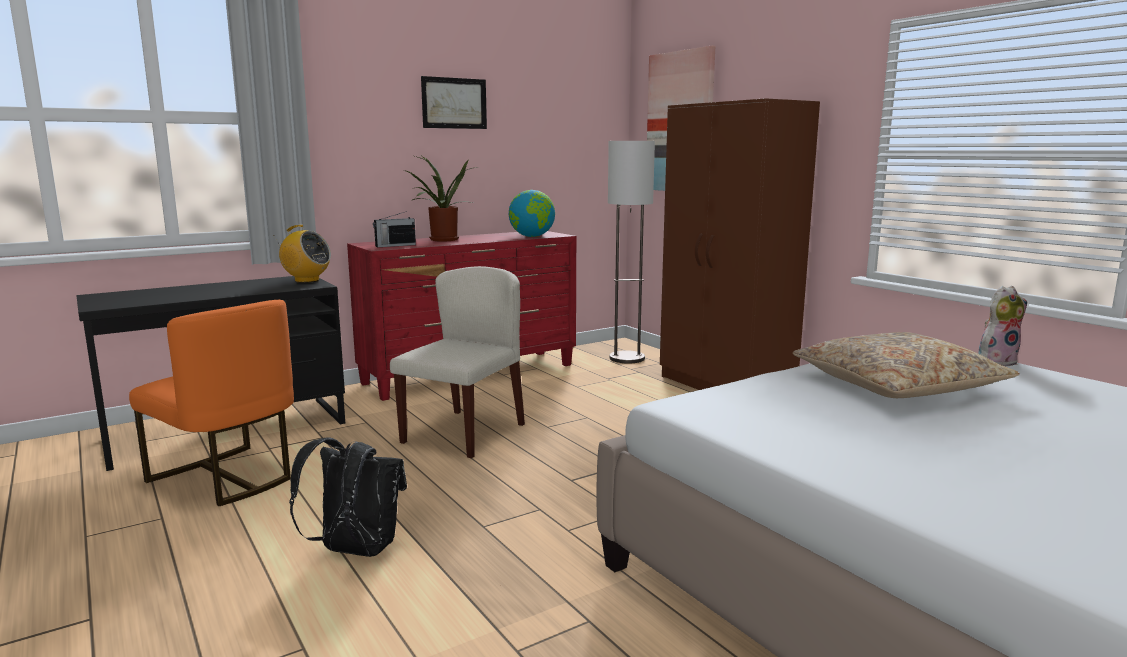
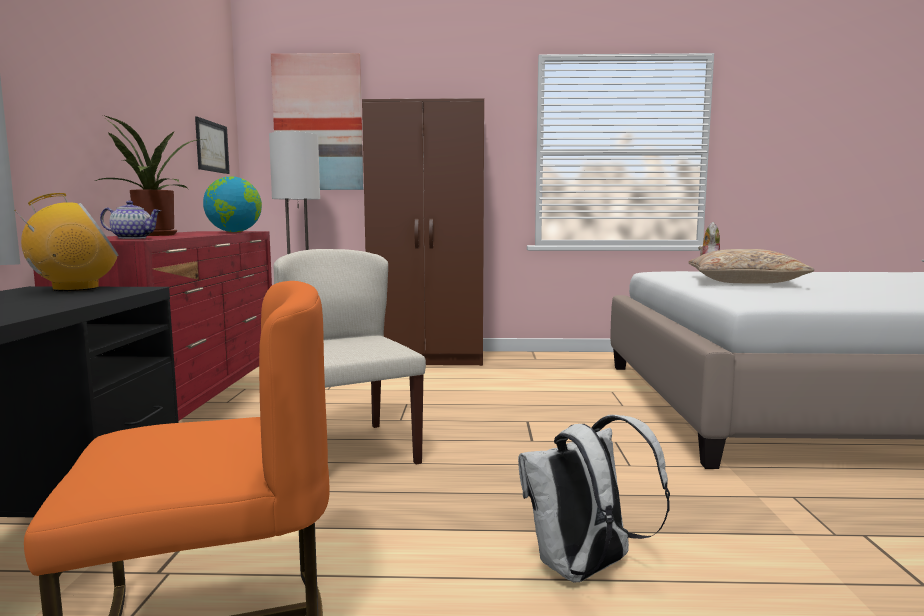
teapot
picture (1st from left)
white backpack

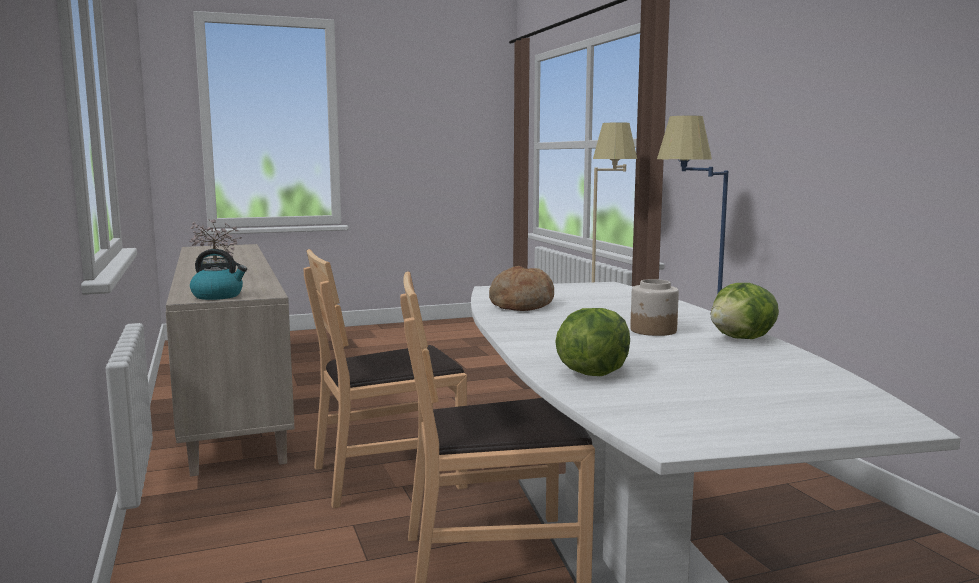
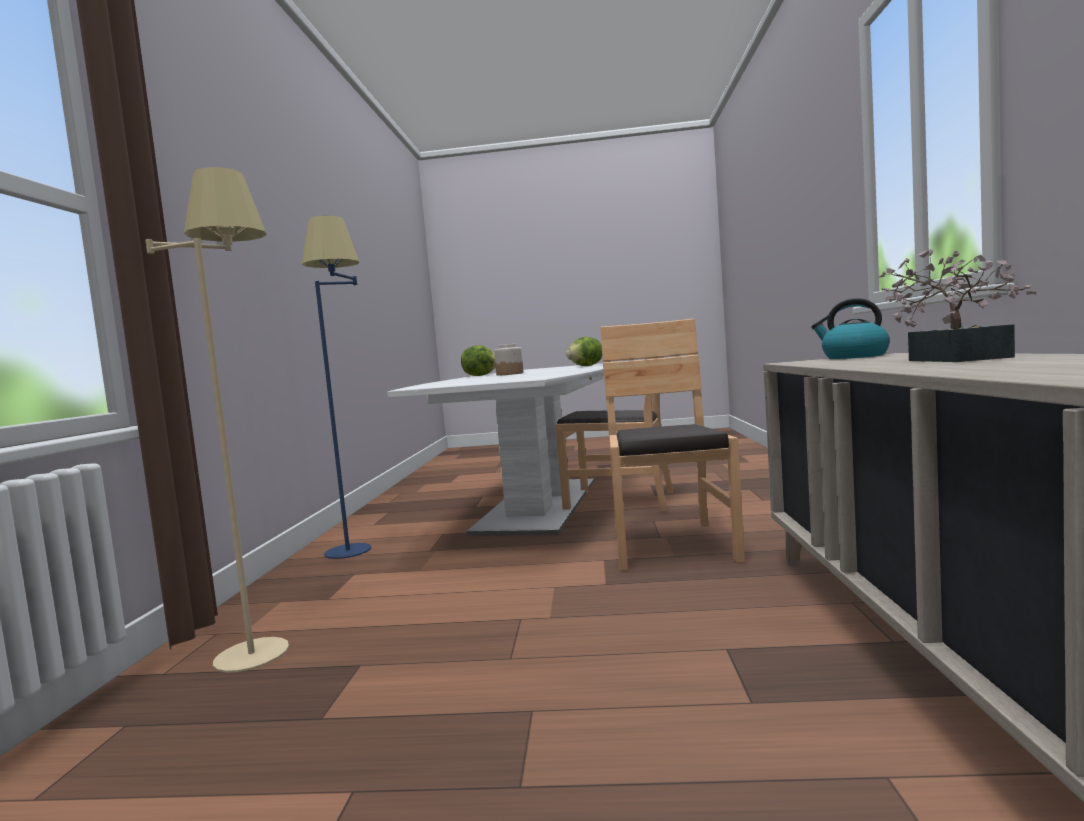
brown chair (2nd from left)
bread

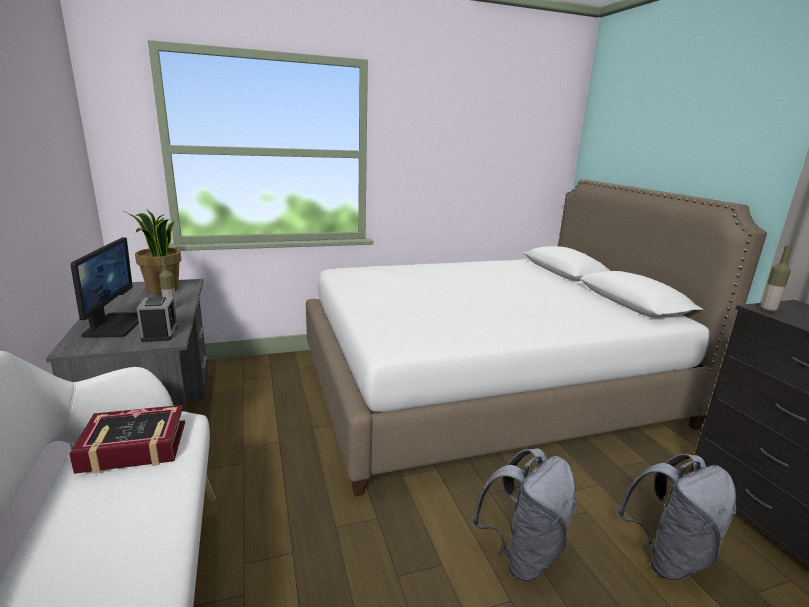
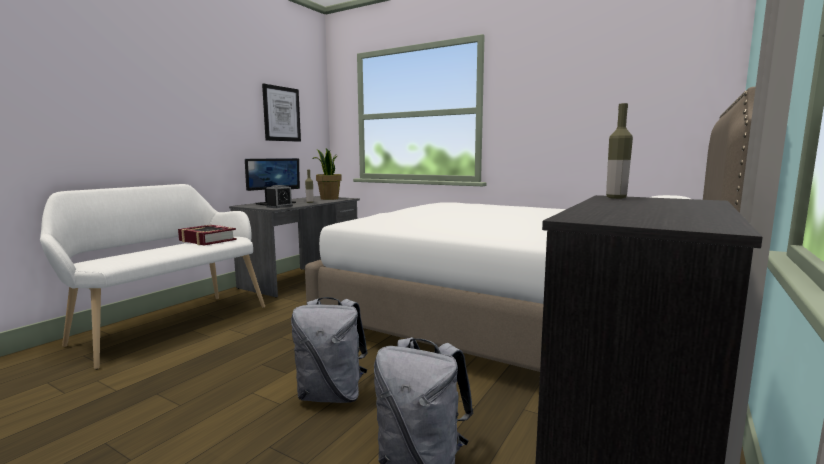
picture

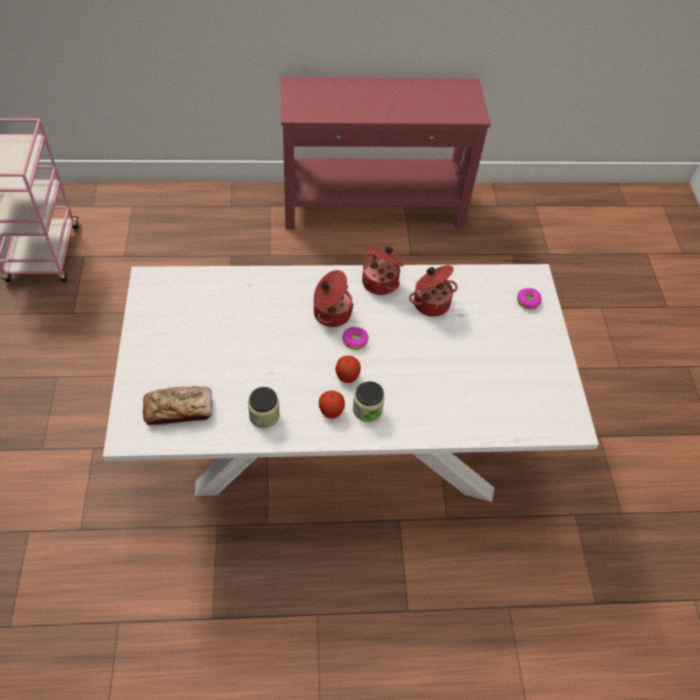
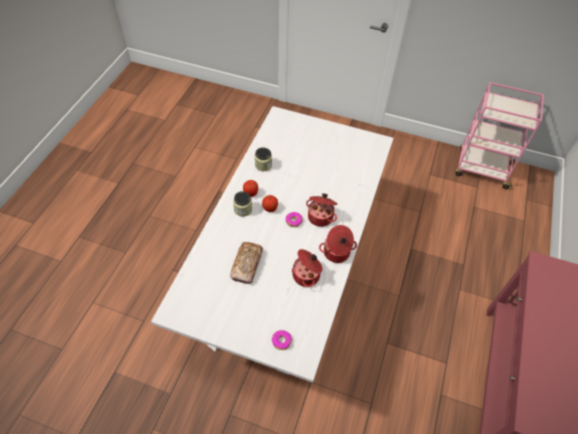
bread

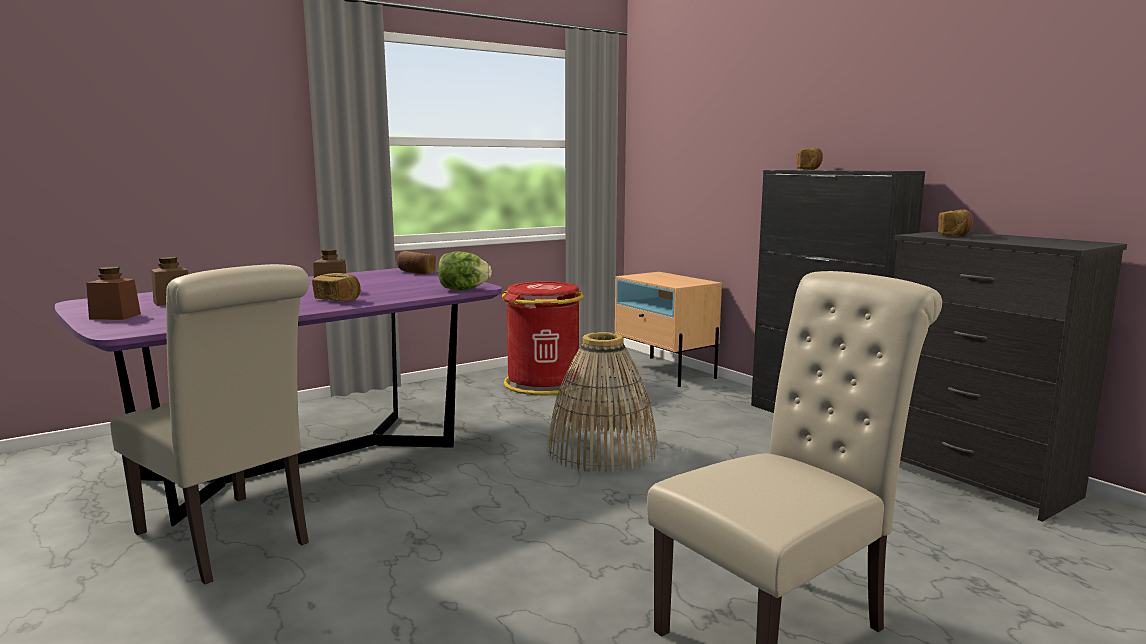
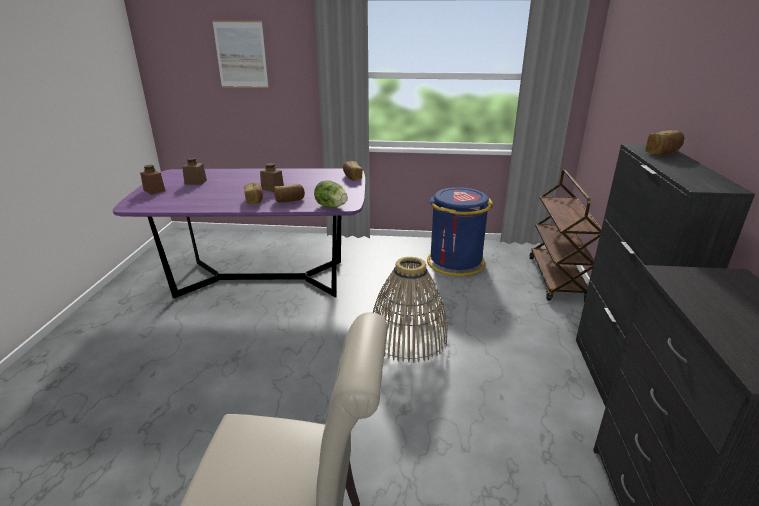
picture
bread (2nd from left)
blue trash can
brown cart
beige chair (1st from left in the first image)

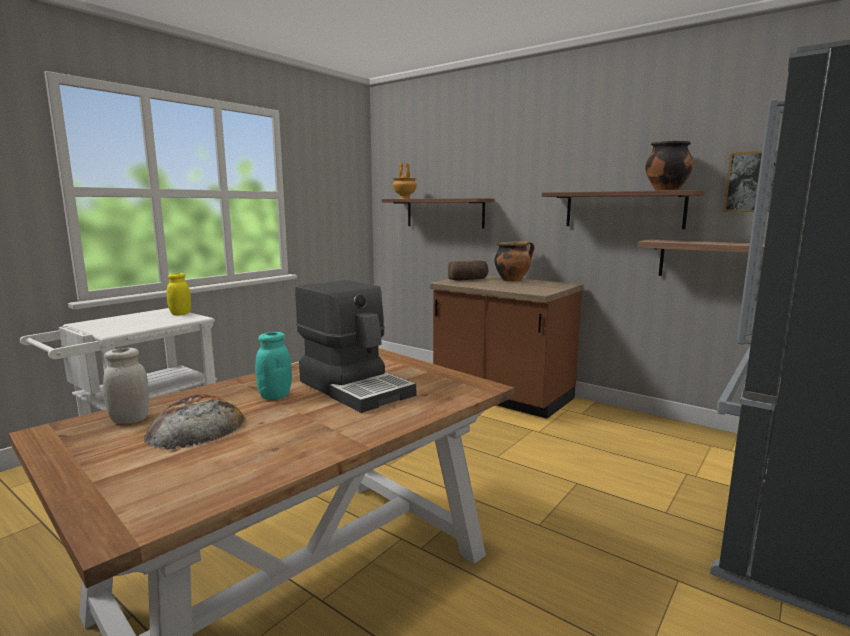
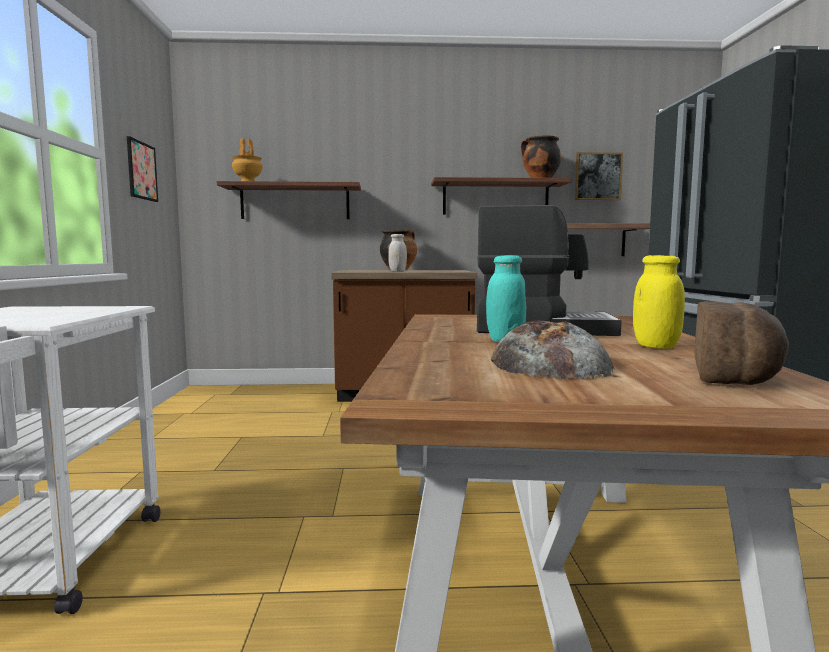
picture (1st from left)
white jar
yellow jar
bread (2nd from left)

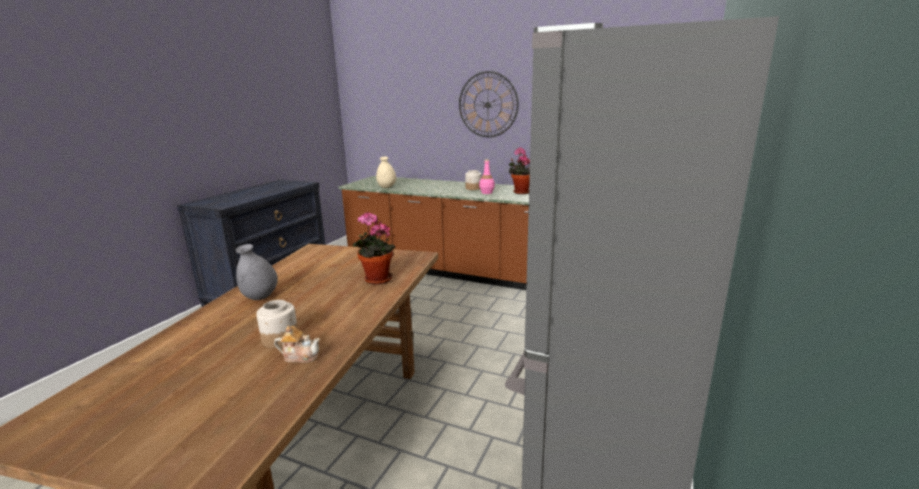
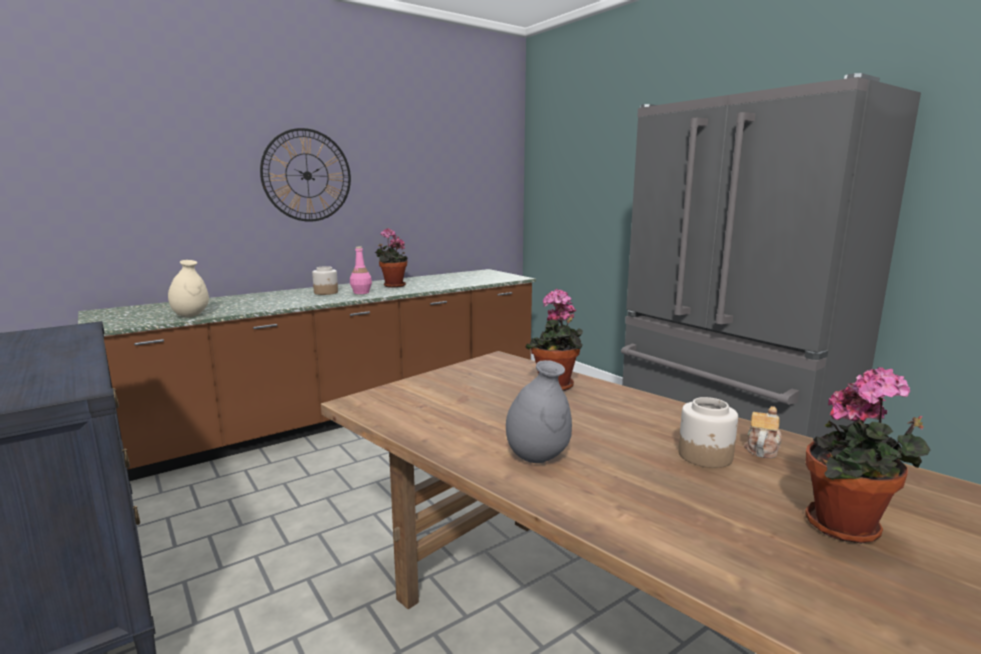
potted plant (3rd from left)

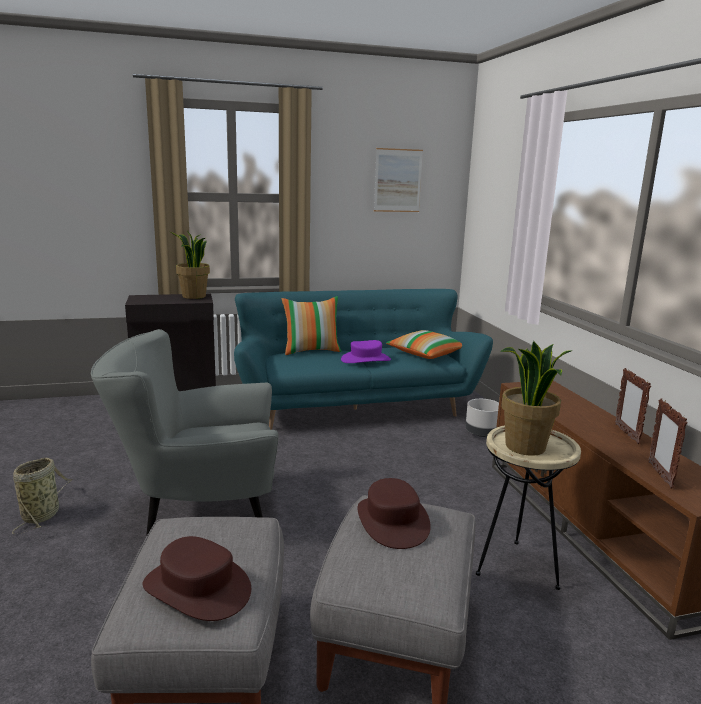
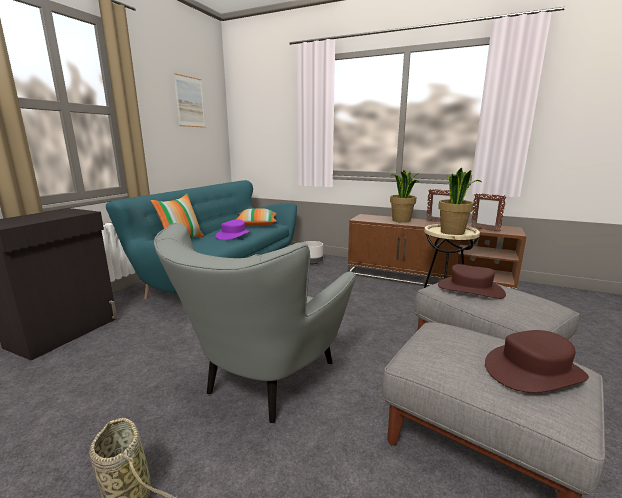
potted plant (1st from left)

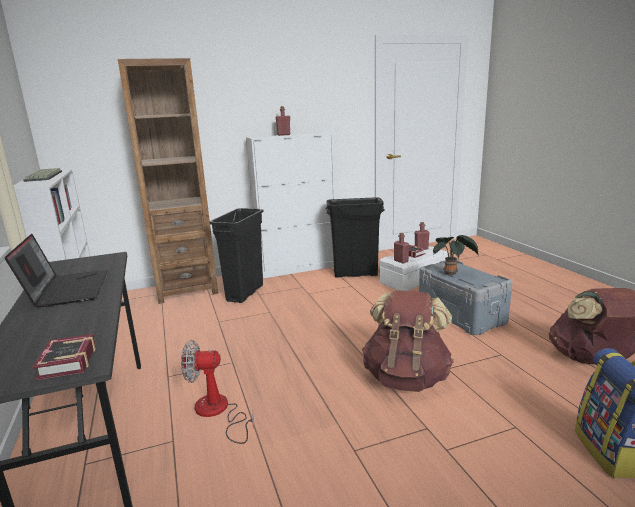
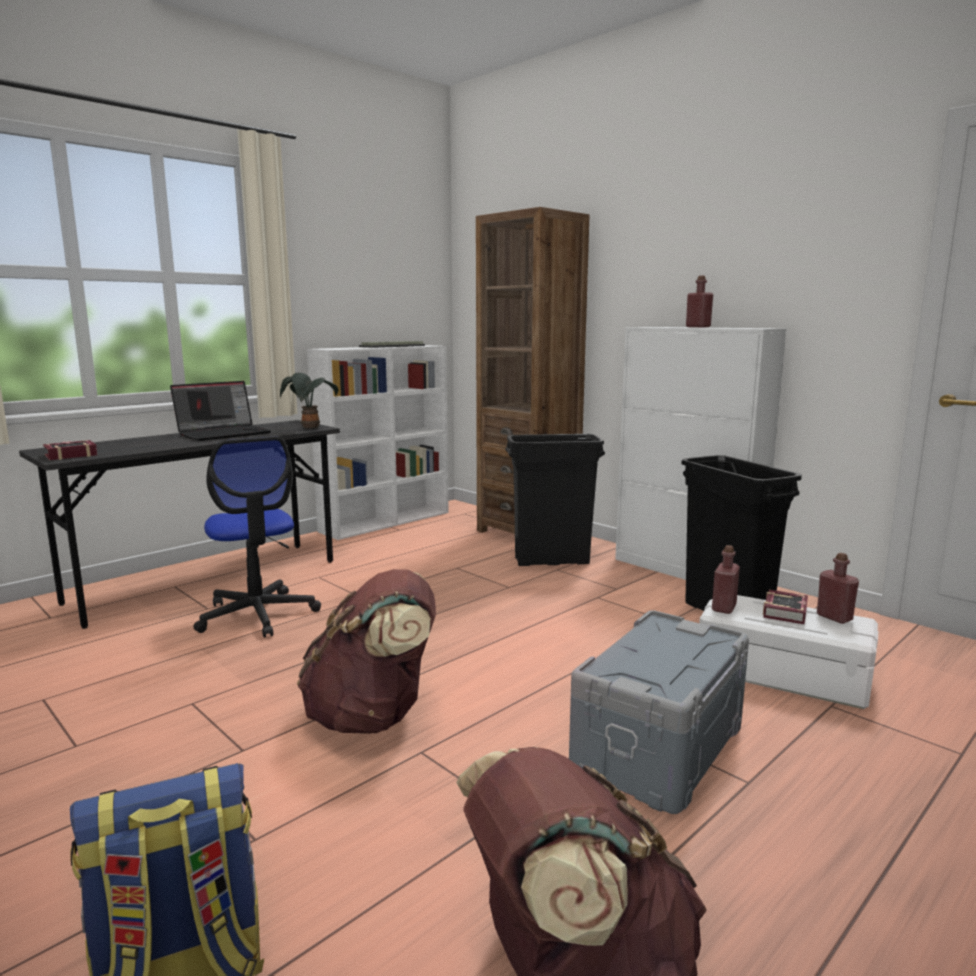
office chair
potted plant

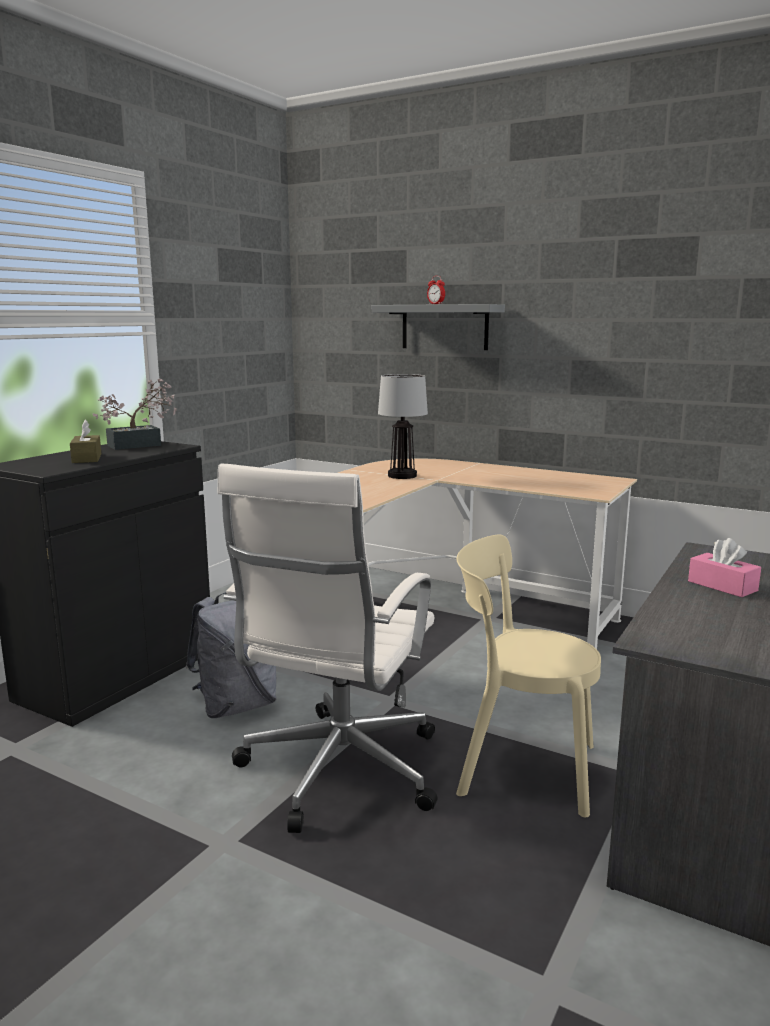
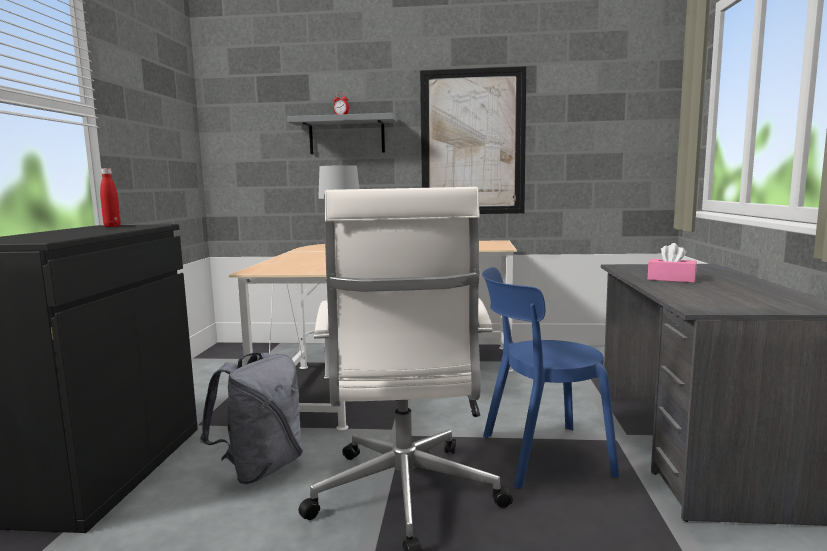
red bottle
picture
blue chair
brown tissue box

